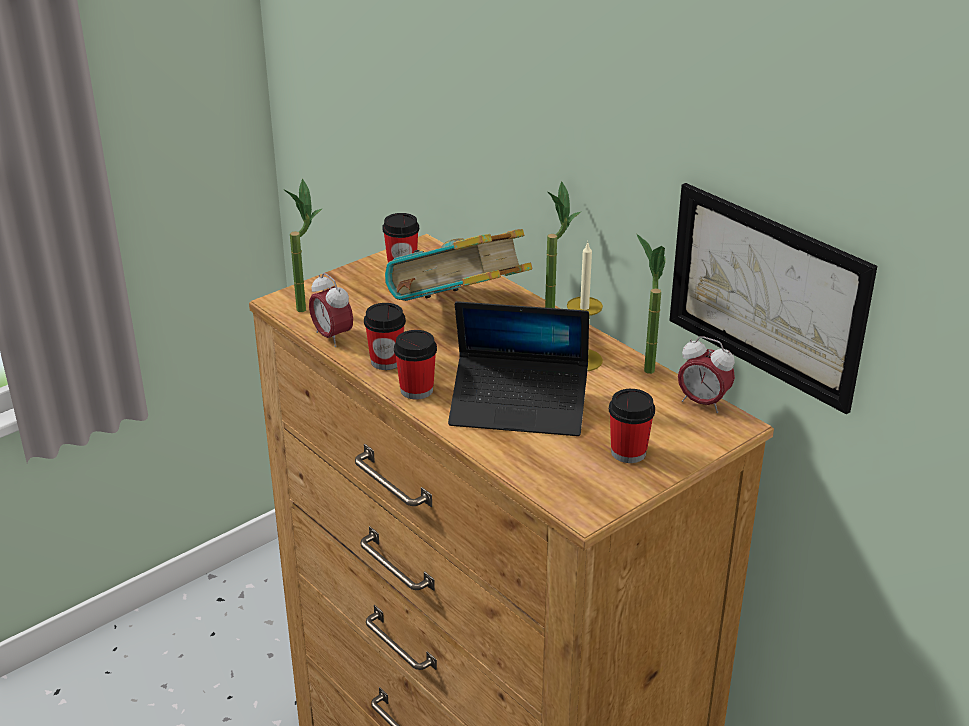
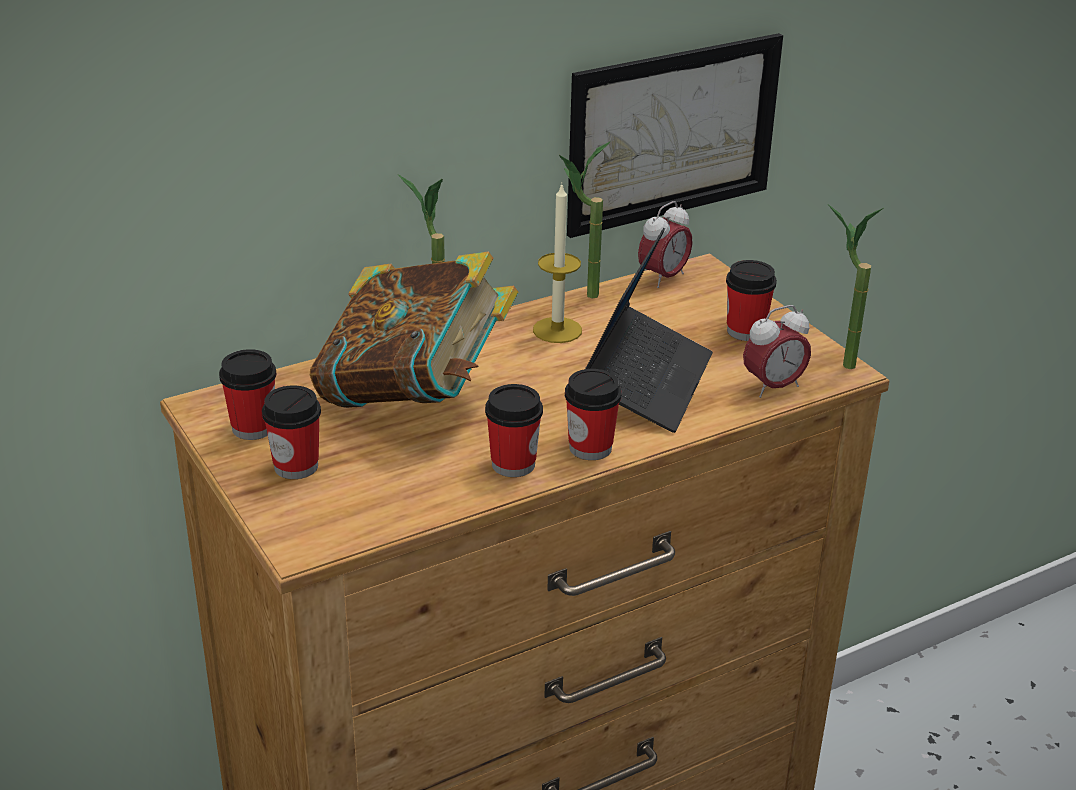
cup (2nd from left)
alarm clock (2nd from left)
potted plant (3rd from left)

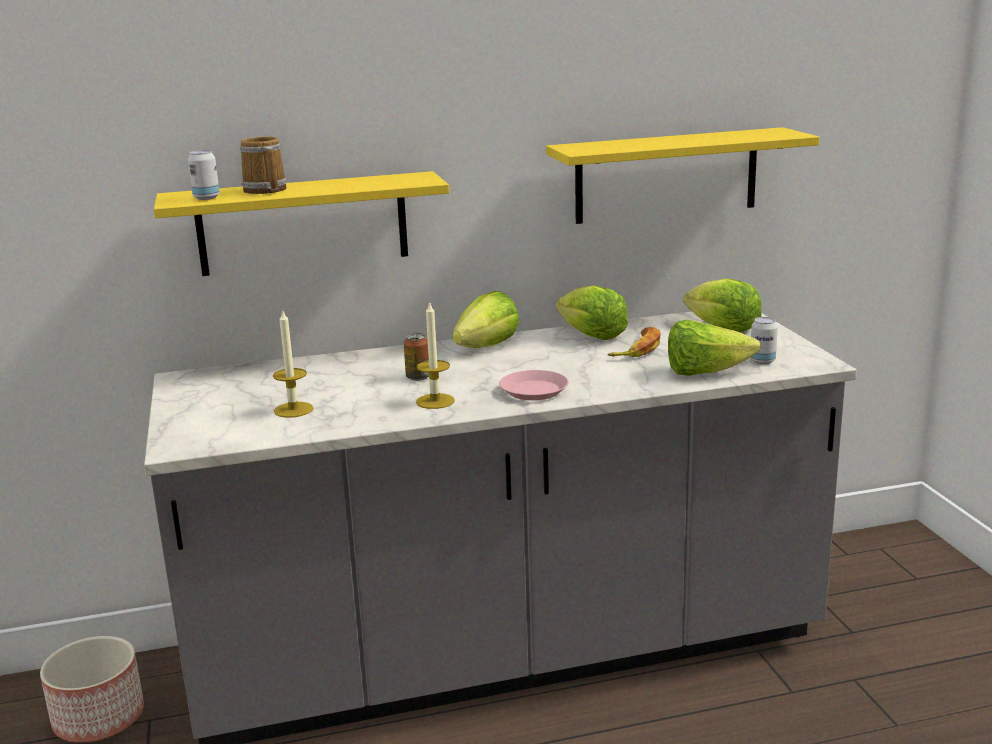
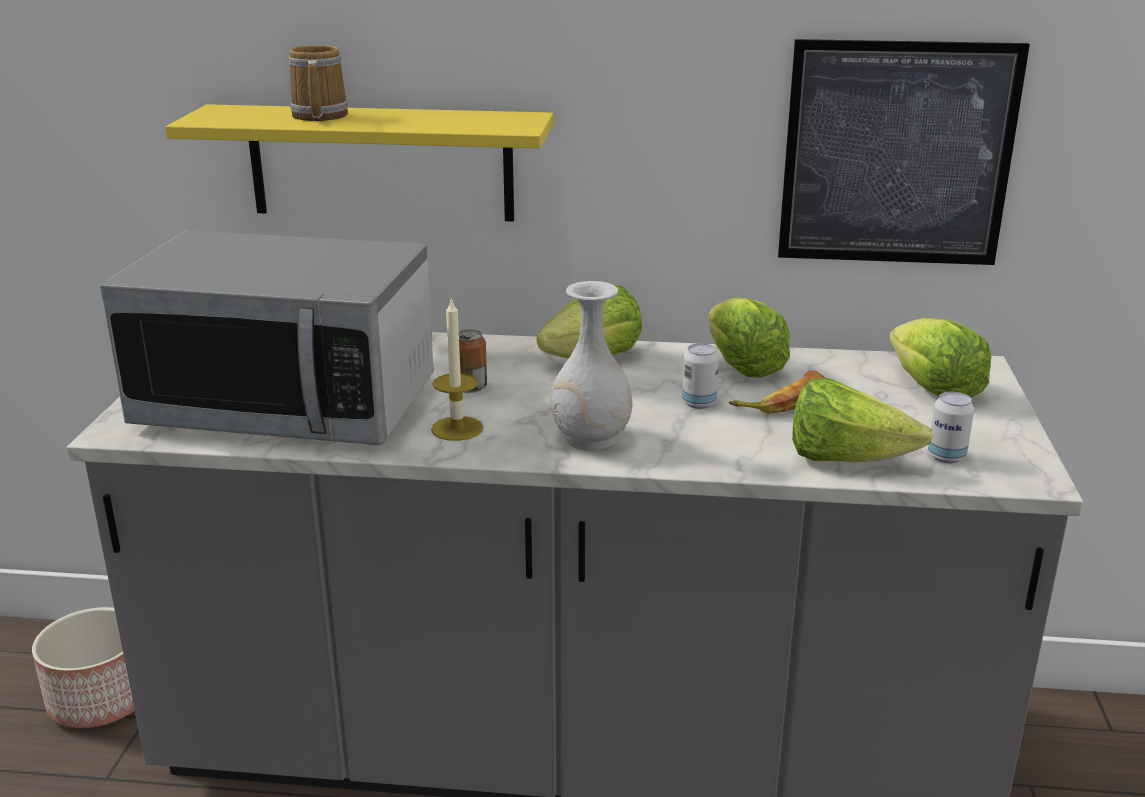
microwave
white vase
can (2nd from left)
picture

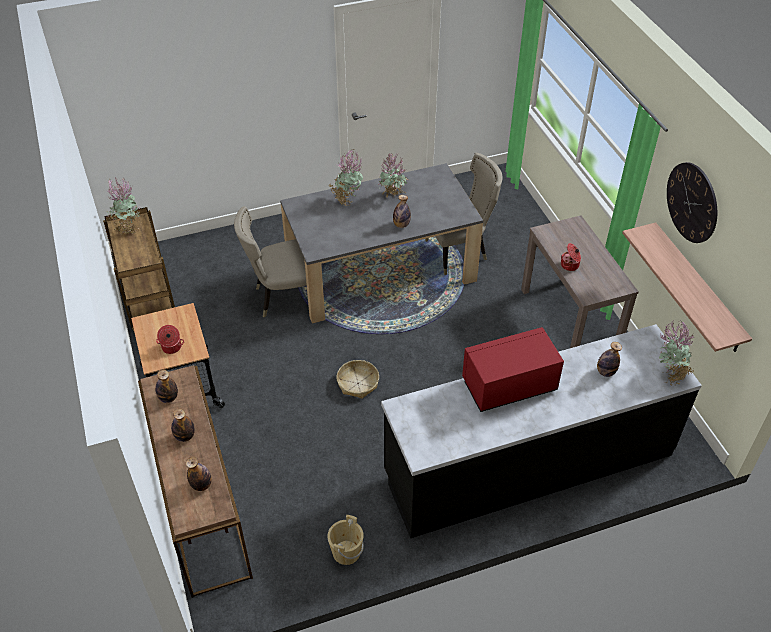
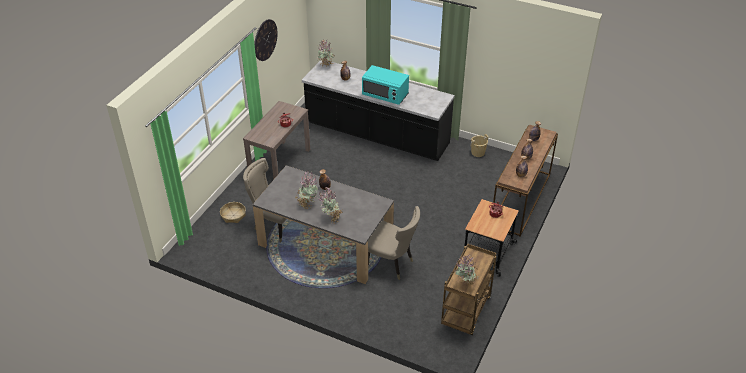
basket
turquoise microwave
shelf

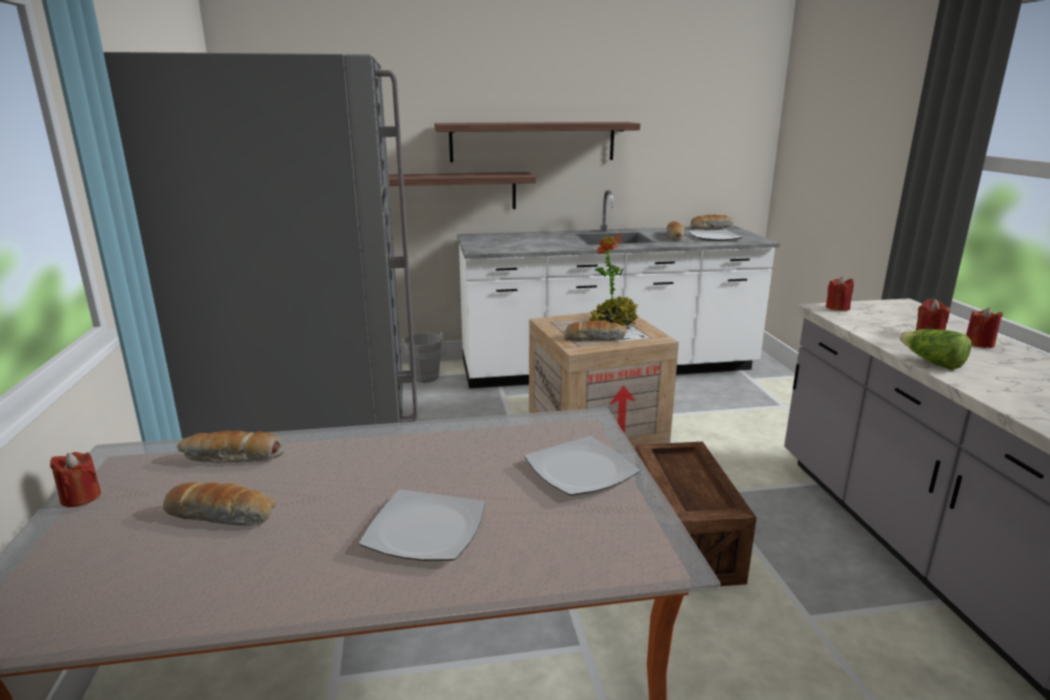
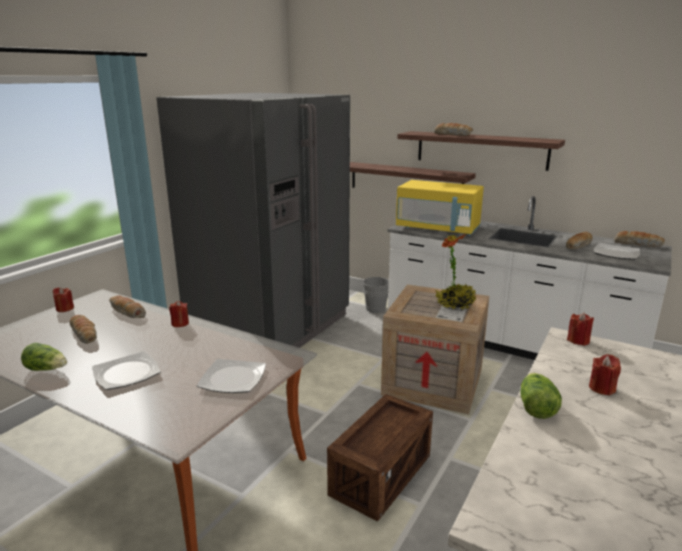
lettuce (1st from left)
red candle (2nd from left)
yellow microwave
bread (3rd from left)

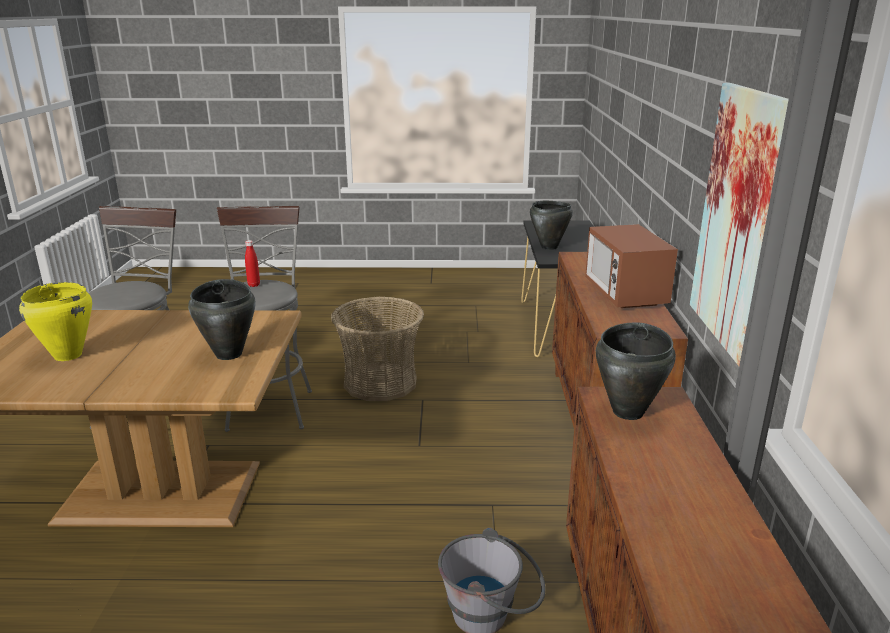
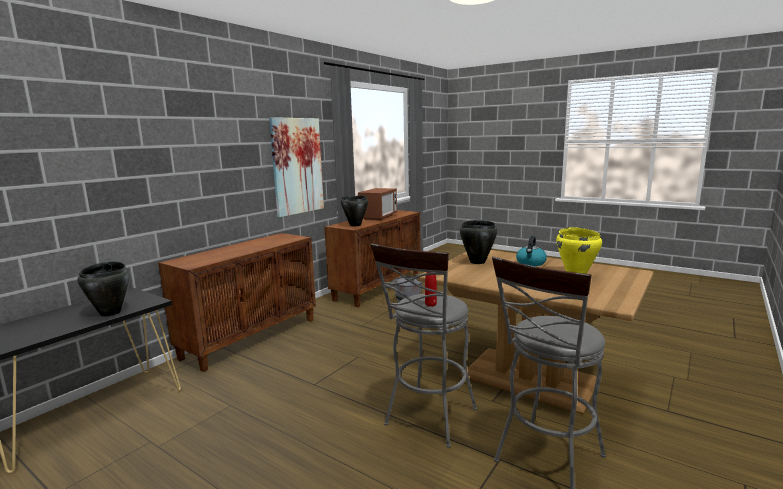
microwave
kettle
basket

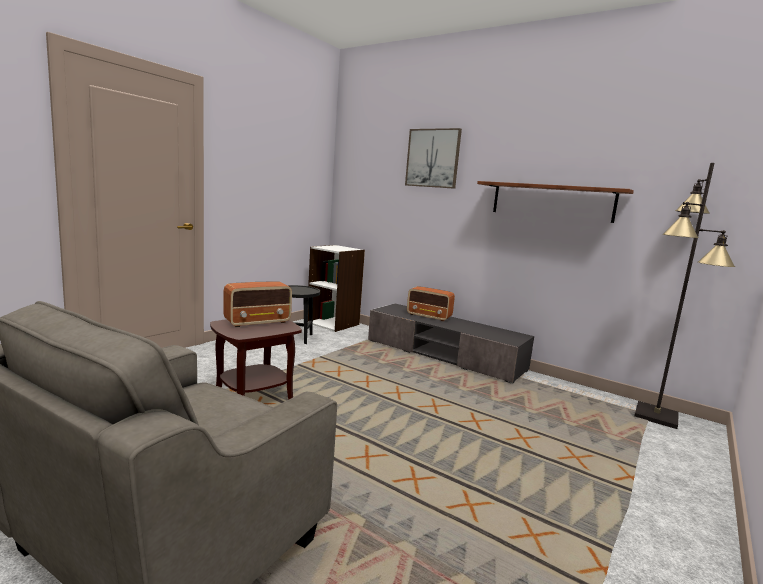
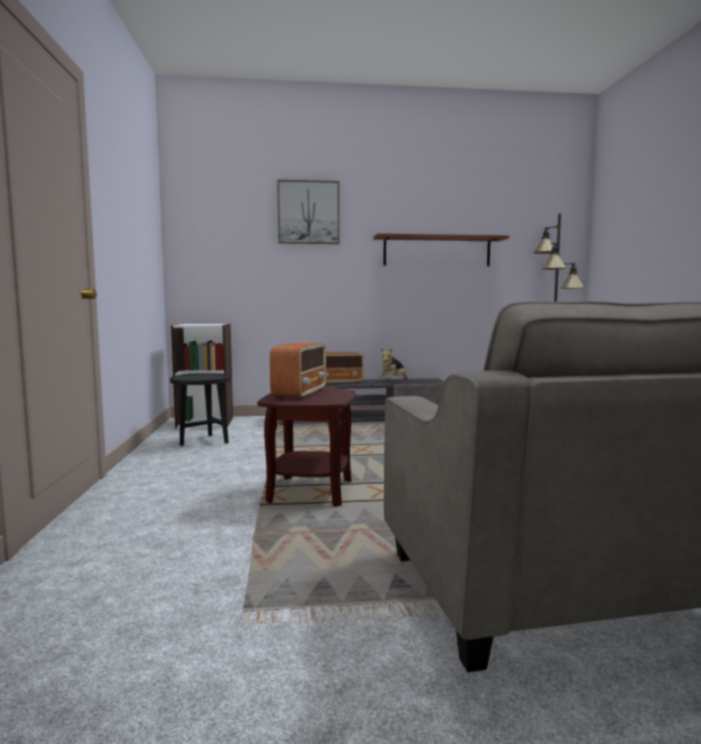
plush toy

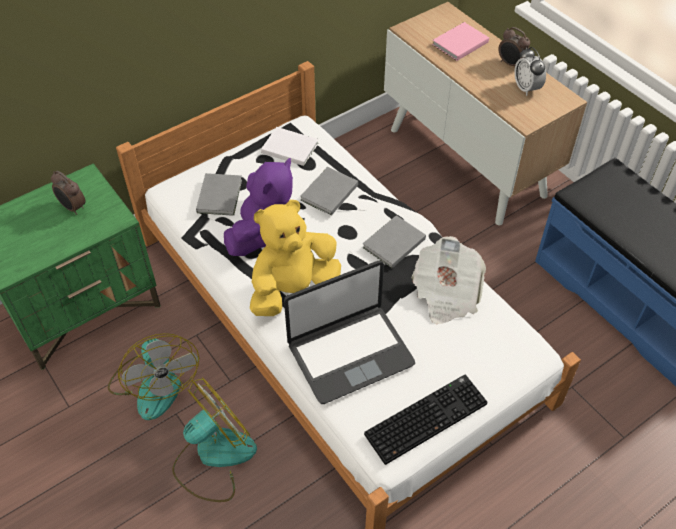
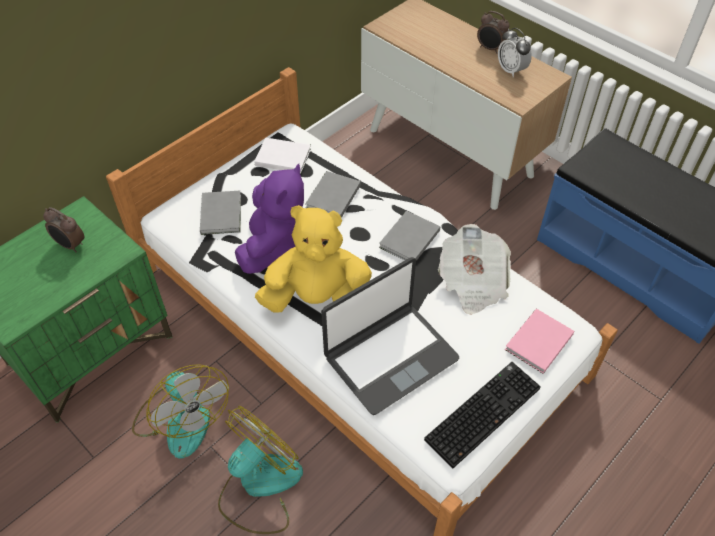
yellow plush toy
pink book

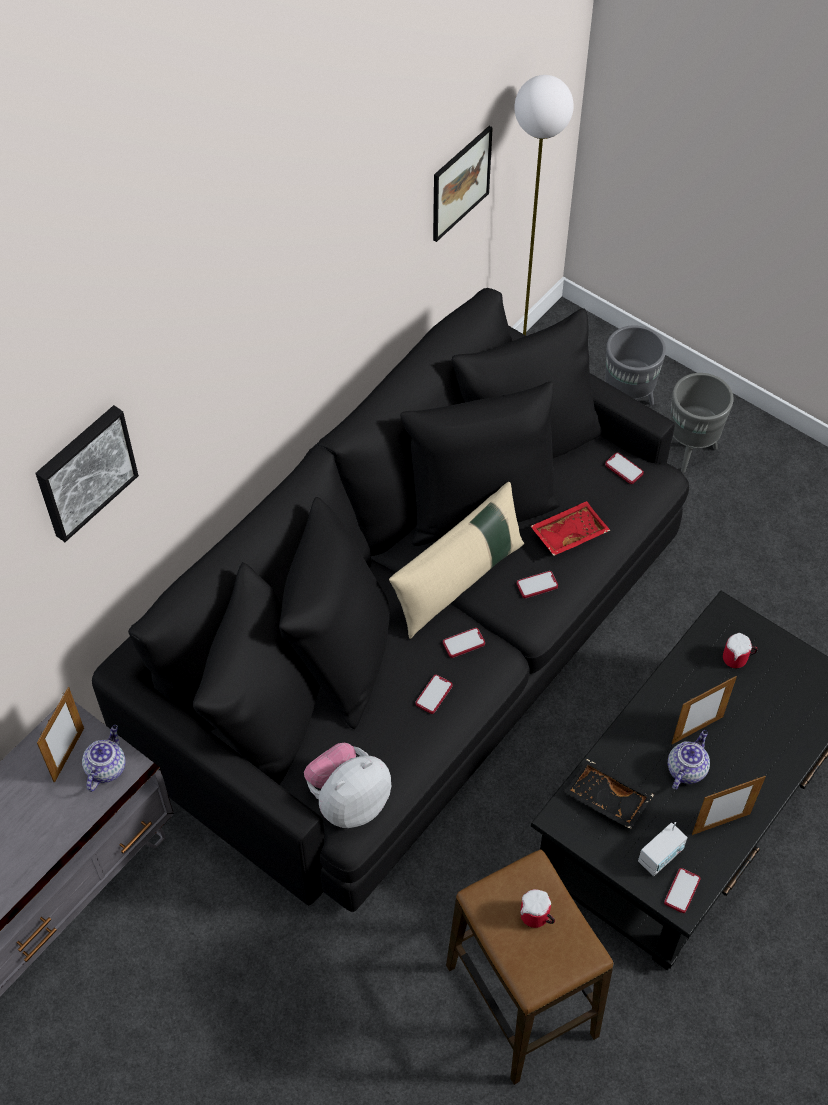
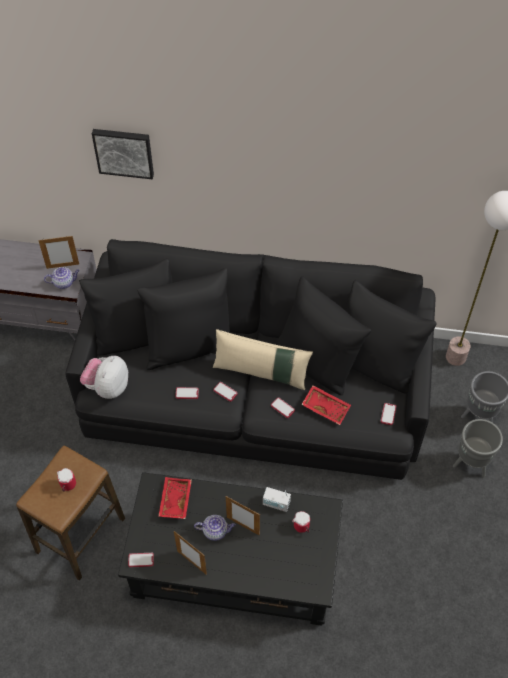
plush toy
red tray (1st from left)
radio
picture (2nd from left in the first image)

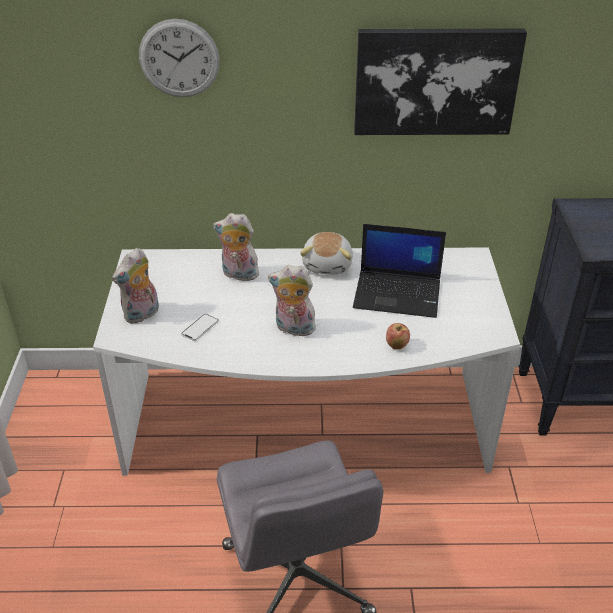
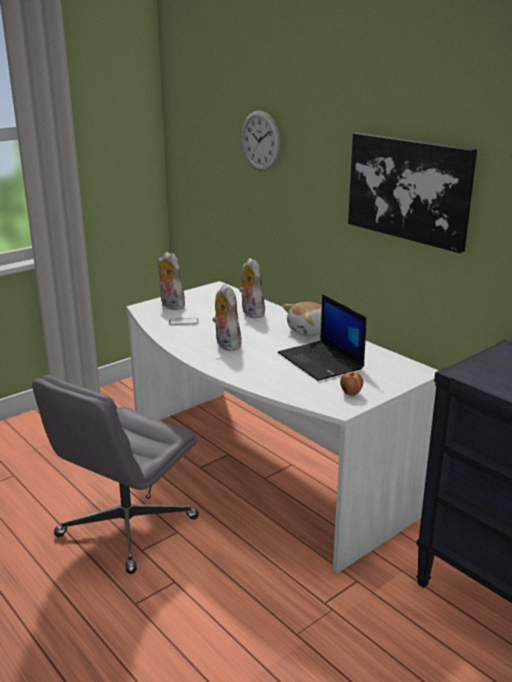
plush toy (1st from left)
apple

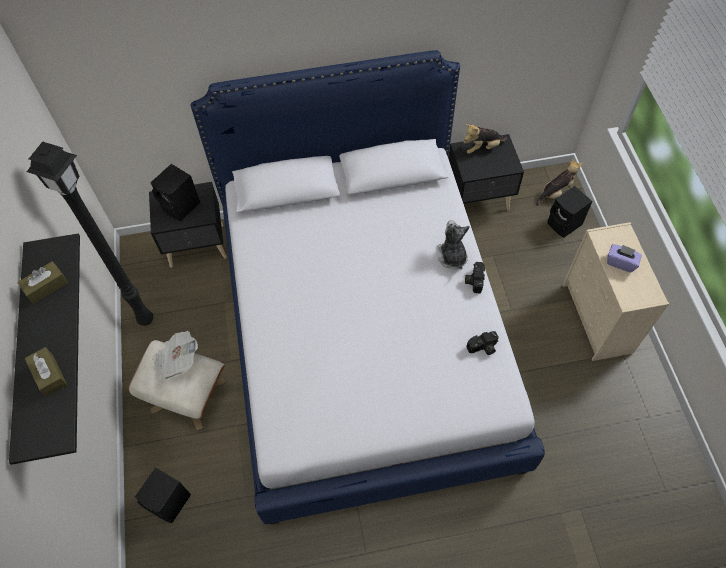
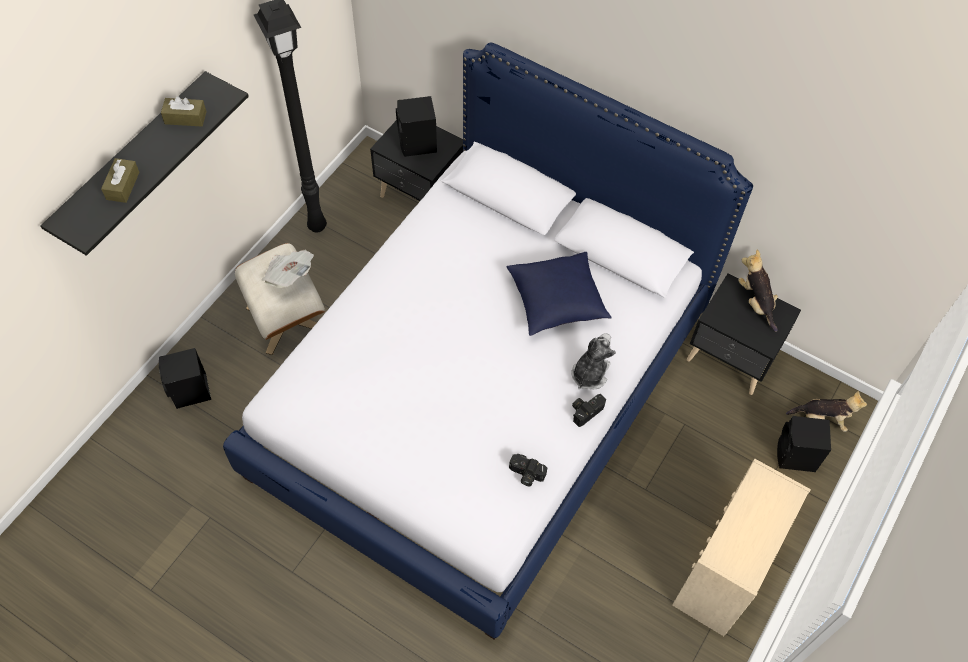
blue pillow
plush toy (2nd from left)
purple tissue box

